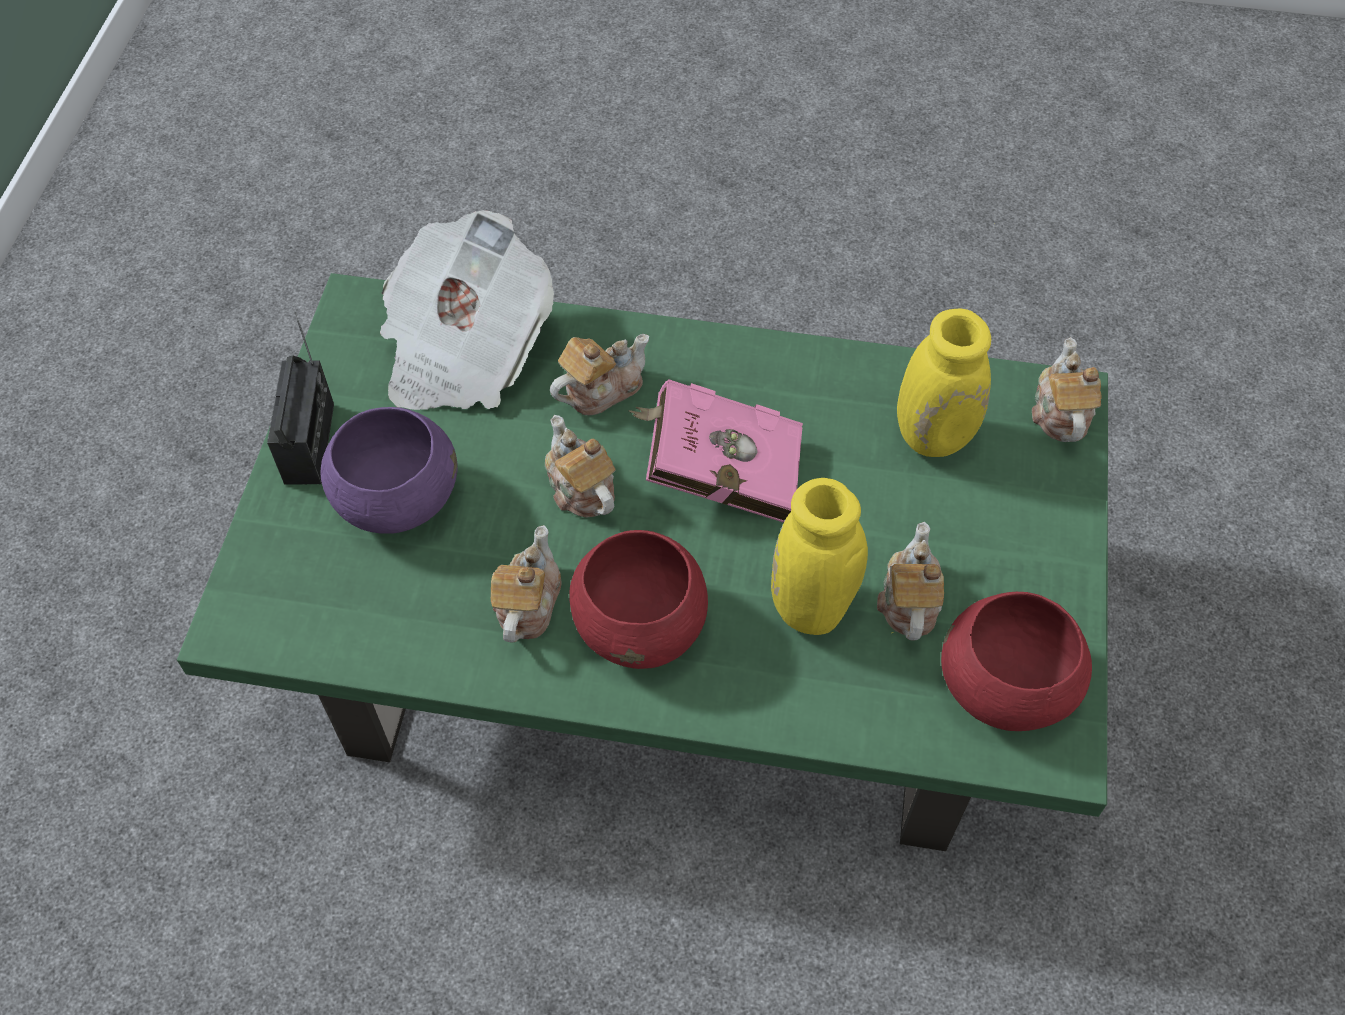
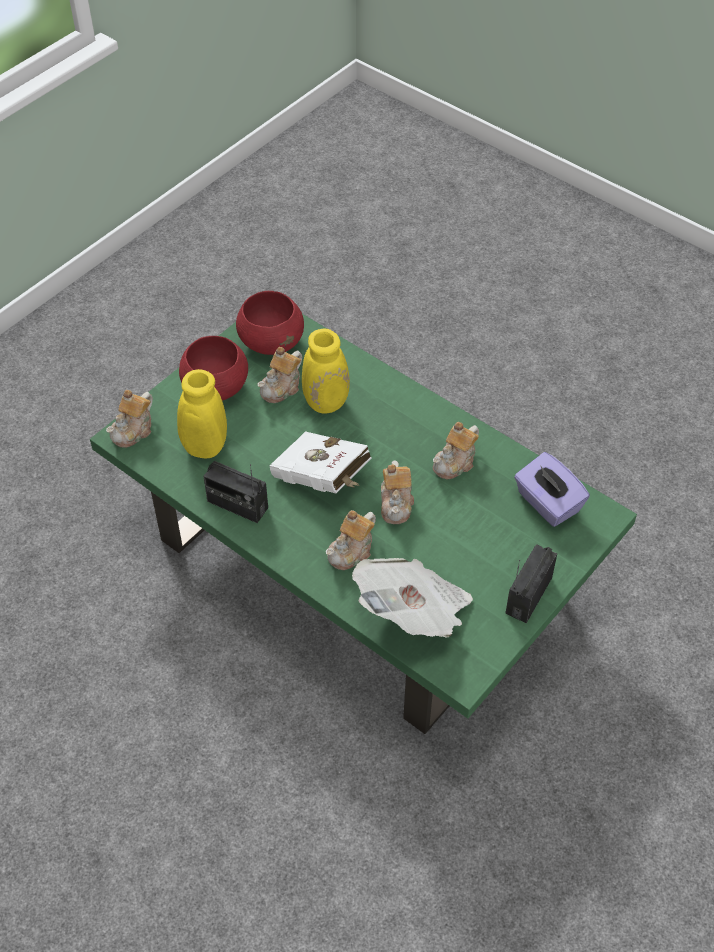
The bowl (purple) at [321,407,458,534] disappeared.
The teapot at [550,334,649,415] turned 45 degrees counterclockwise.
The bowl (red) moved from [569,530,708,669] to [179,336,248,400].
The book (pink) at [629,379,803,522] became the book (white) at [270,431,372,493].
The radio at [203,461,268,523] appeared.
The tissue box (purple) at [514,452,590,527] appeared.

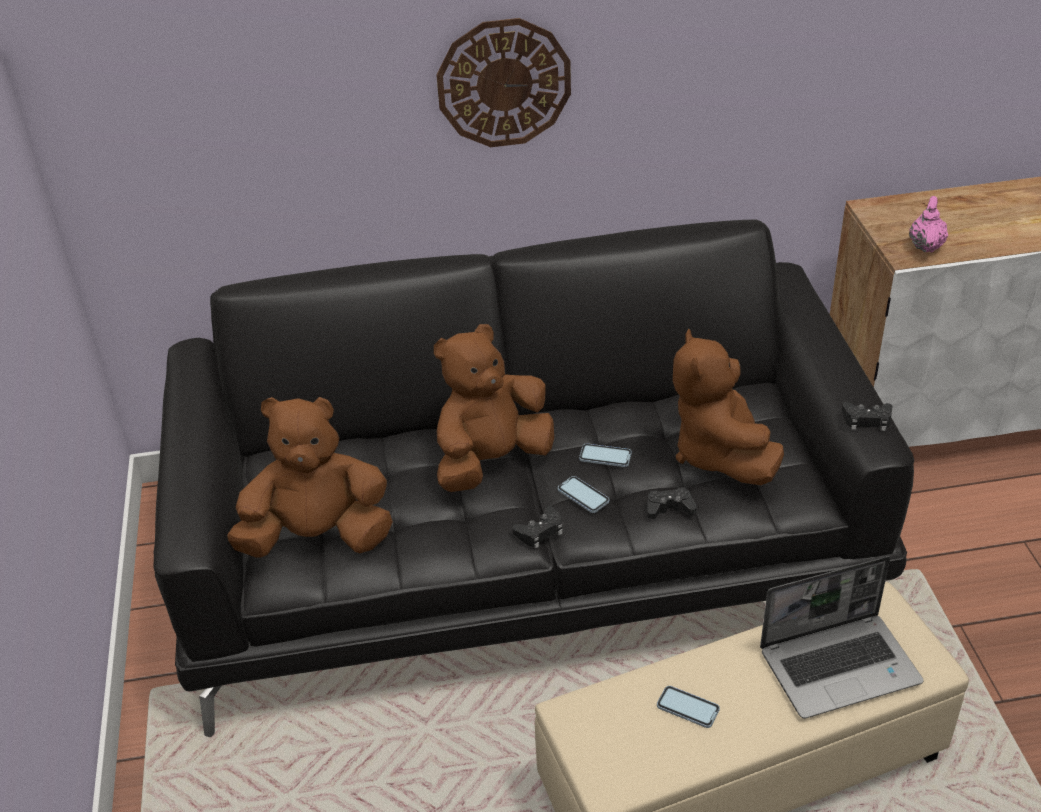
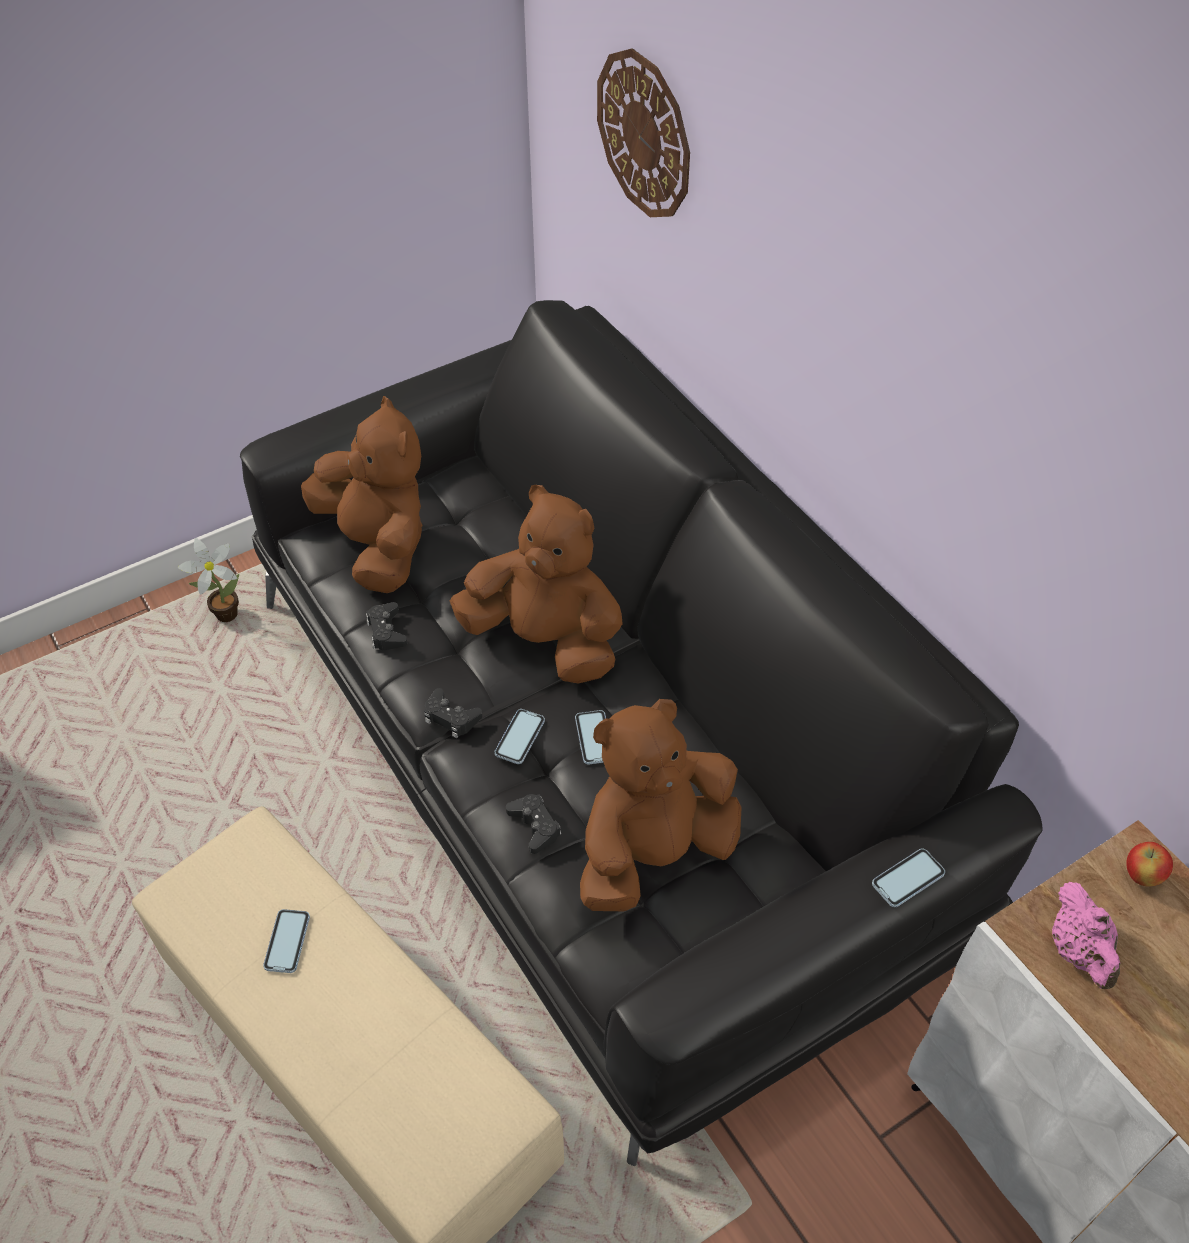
The wall clock moved from [436,18,571,147] to [597,48,690,217].
The laptop at [760,556,923,719] disappeared.
The game controller (black) moved from [842,402,893,431] to [366,602,407,650].
The teapot (pink) at [909,196,948,252] turned 90 degrees clockwise.
The potted plant at [178,538,239,622] appeared.
The phone at [872,848,945,907] appeared.
The apple at [1126,842,1173,887] appeared.

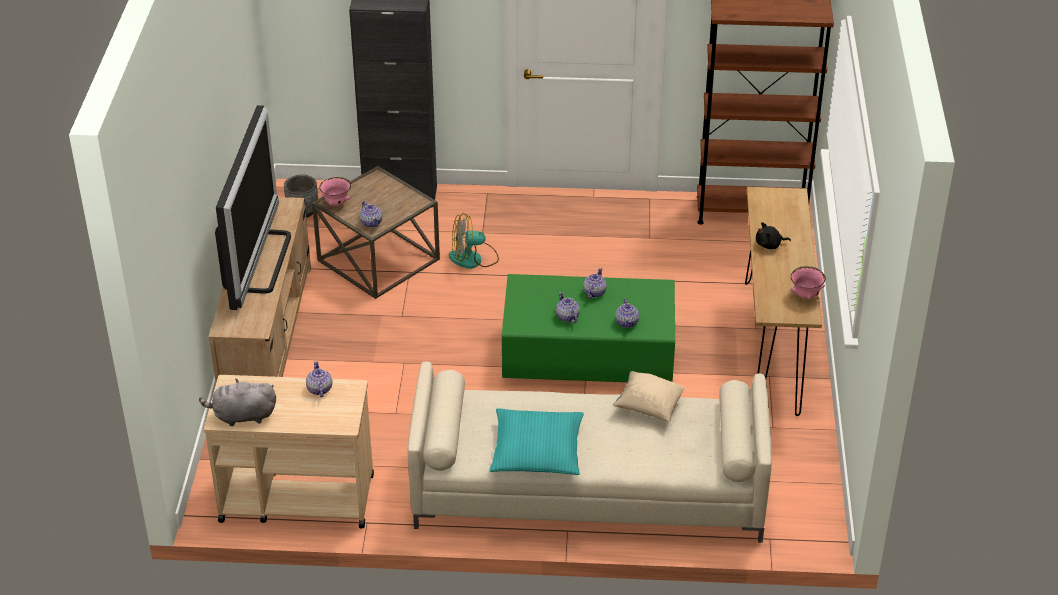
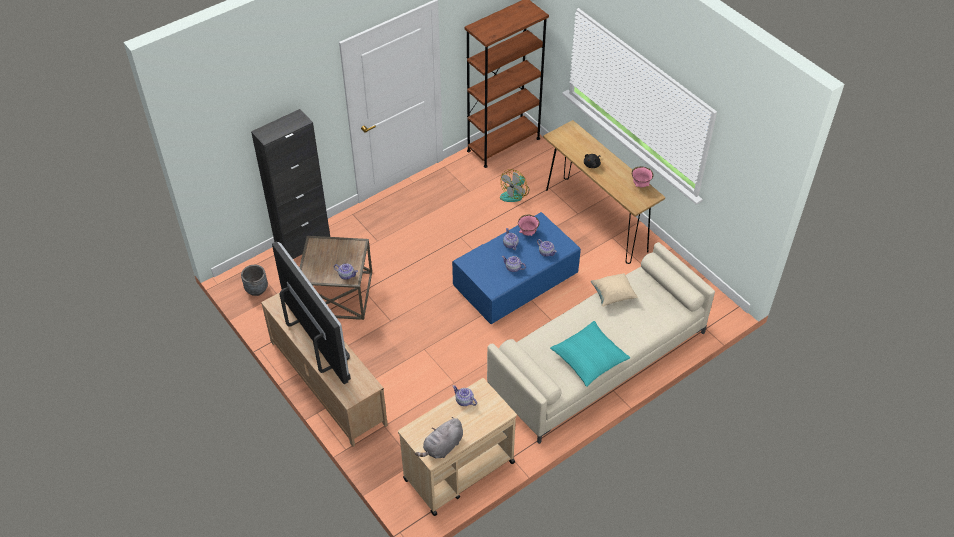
The bowl (pink) moved from [319,177,351,206] to [518,215,540,236].
The fan moved from [449,213,499,269] to [500,169,530,202].
The coffee table (green) at [502,274,675,382] became the coffee table (blue) at [452,212,581,324].

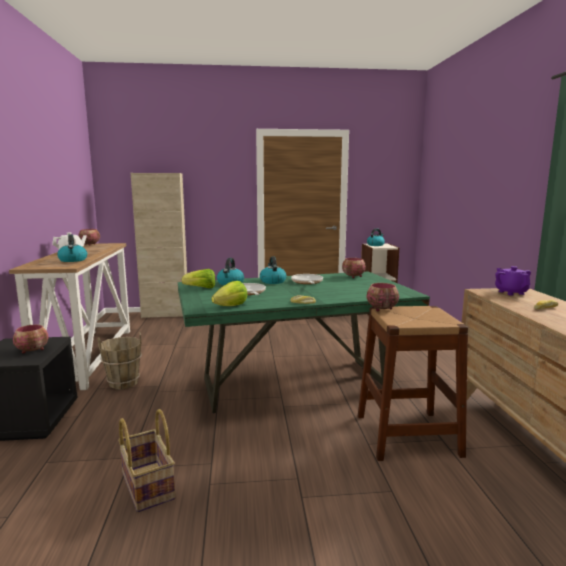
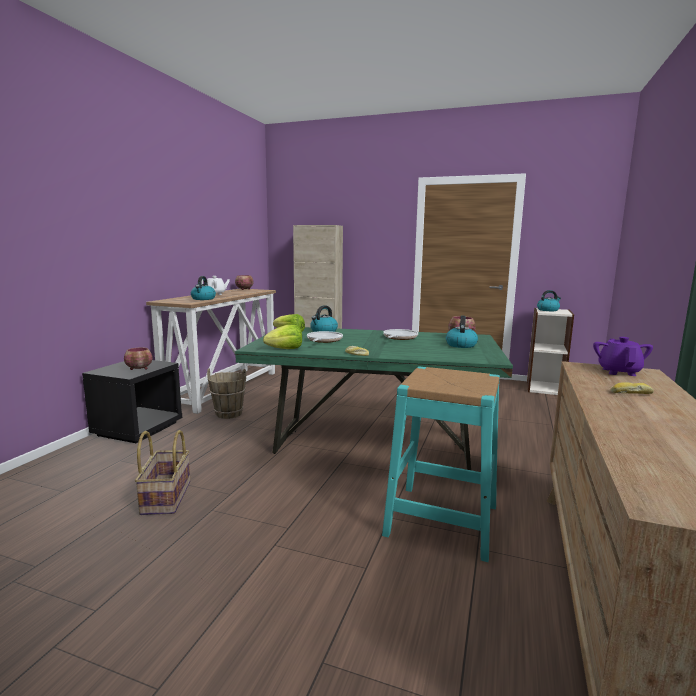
The kettle moved from [260,256,286,284] to [446,316,478,348].
The stool (brown) at [358,306,468,461] became the stool (turquoise) at [382,366,500,562].
The bowl at [367,283,399,312] disappeared.

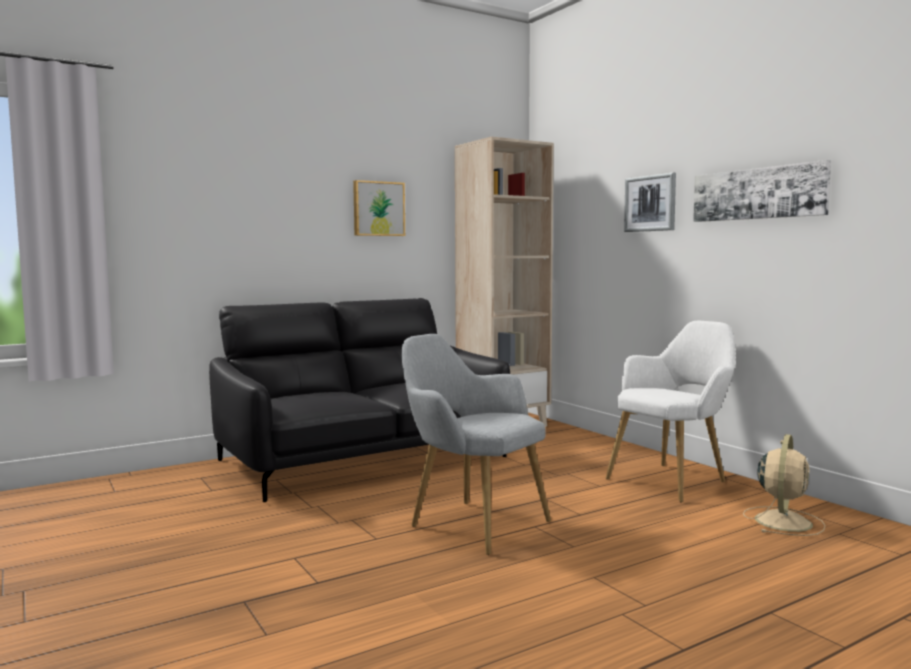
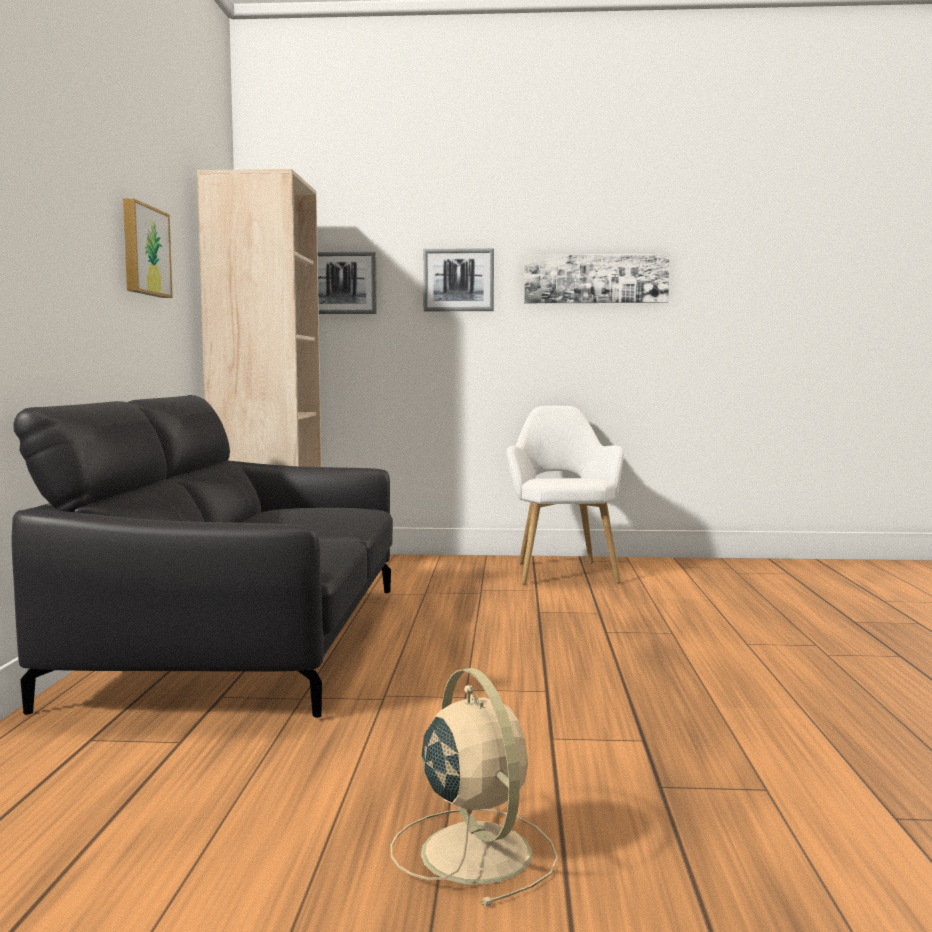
The armchair (grey) at [402,334,551,555] disappeared.
The fan (beige) moved from [743,434,826,536] to [390,668,558,907].
The picture at [318,252,377,314] appeared.

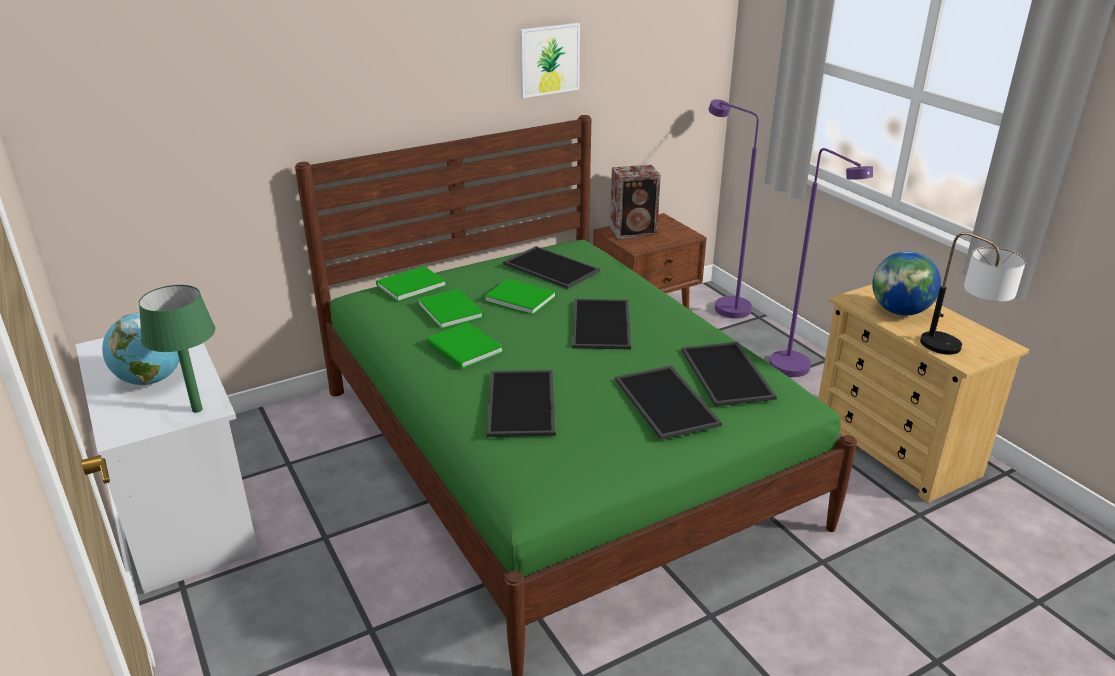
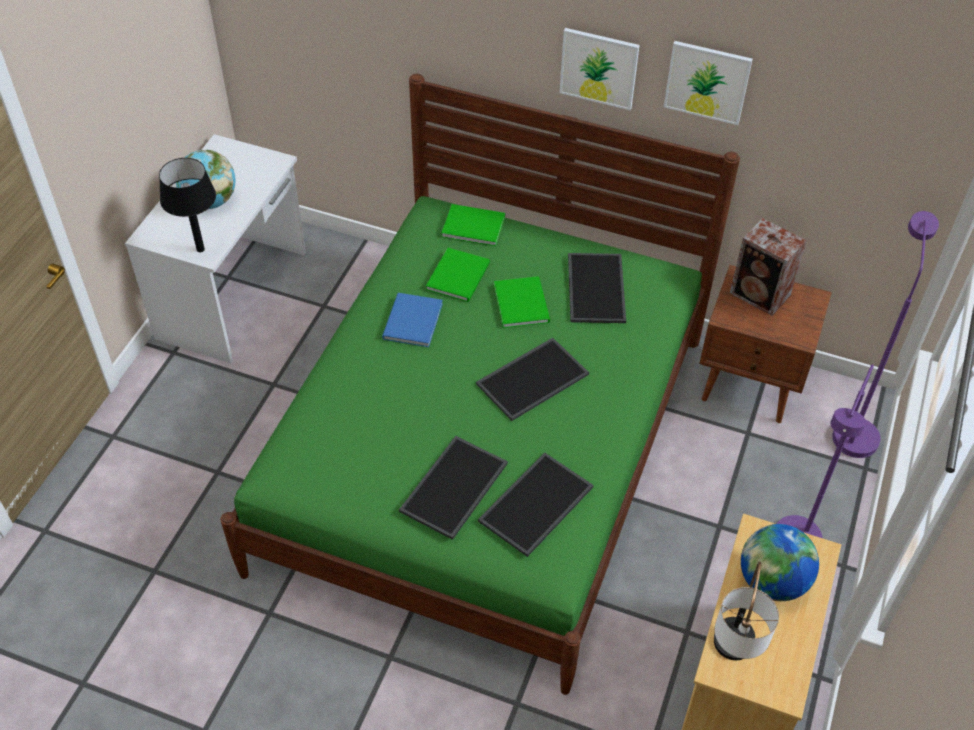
The table lamp (green) at [139,285,215,413] became the table lamp (black) at [159,158,216,252].
The book (green) at [427,322,503,368] became the book (blue) at [382,293,443,347].
The tray at [487,370,555,437] disappeared.
The picture at [559,28,640,110] appeared.

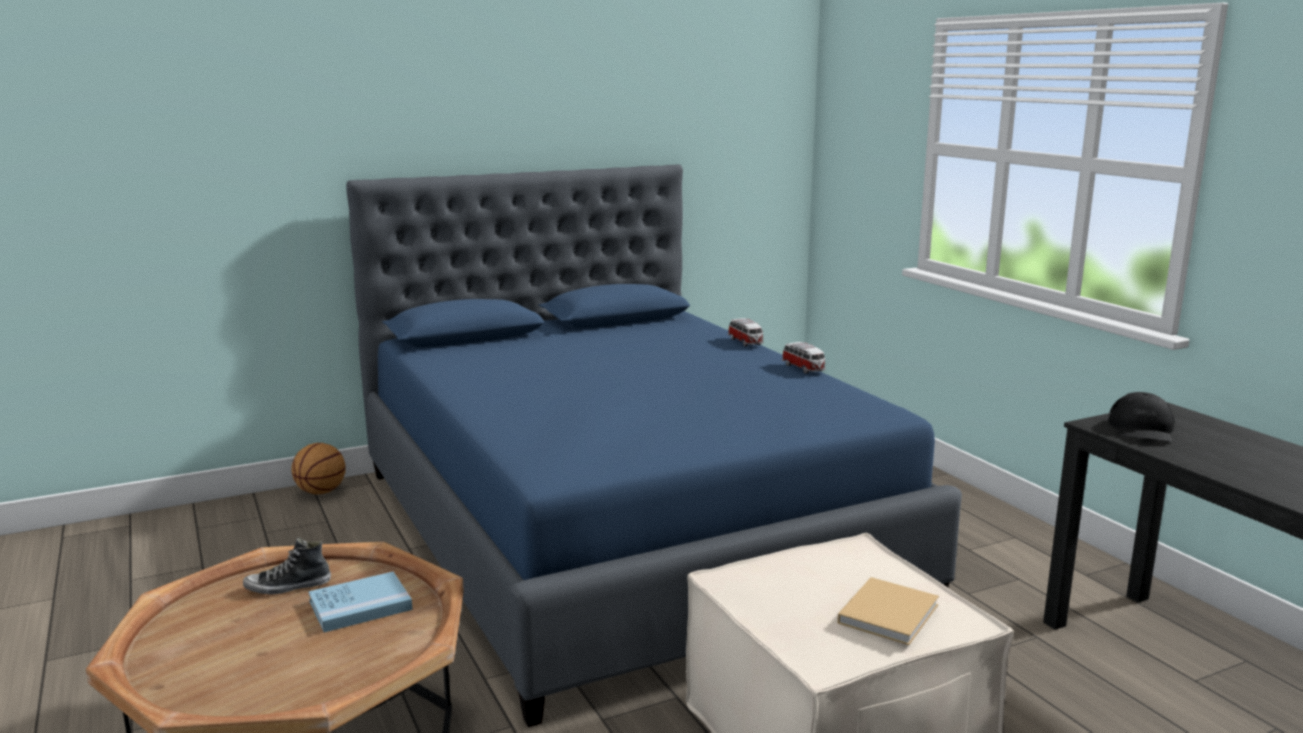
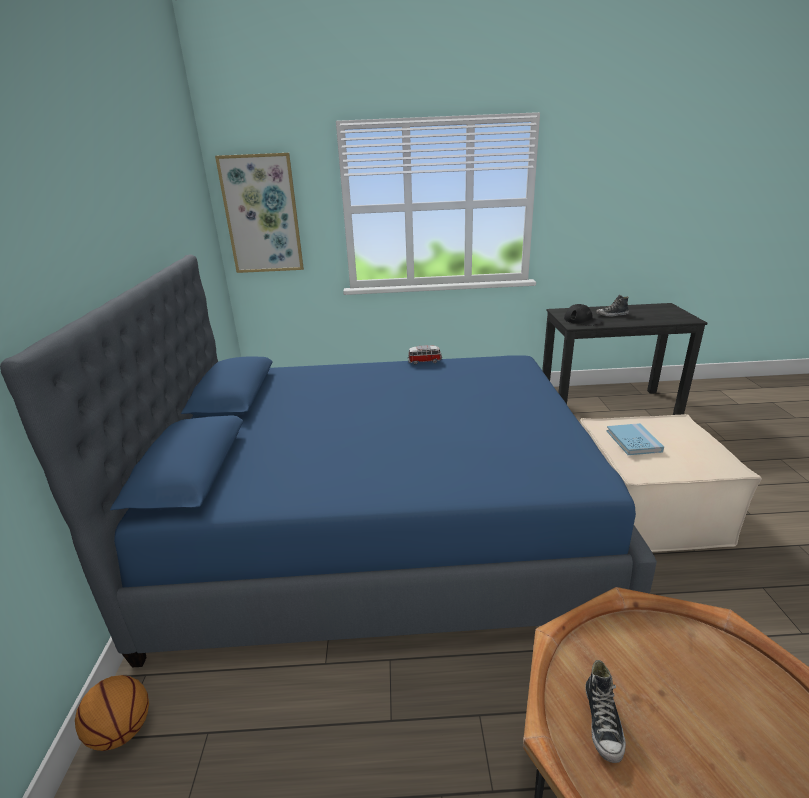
The book (blue) moved from [308,571,413,632] to [607,423,664,455].
The toy car at [728,318,763,346] disappeared.
The book (beige) at [838,577,939,645] disappeared.
The picture at [215,153,304,273] appeared.
The shoe at [596,295,629,317] appeared.

